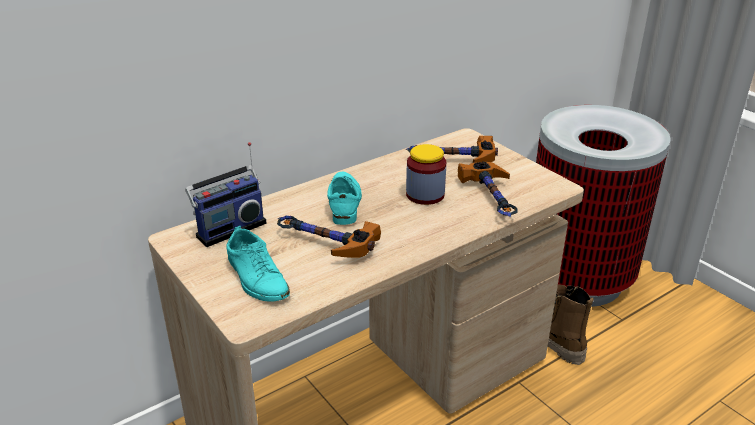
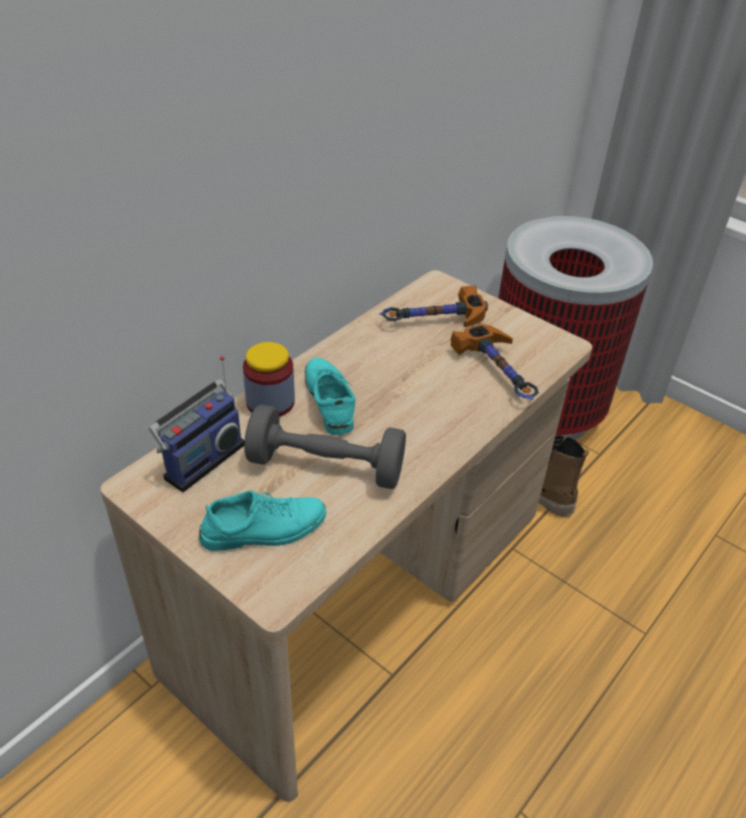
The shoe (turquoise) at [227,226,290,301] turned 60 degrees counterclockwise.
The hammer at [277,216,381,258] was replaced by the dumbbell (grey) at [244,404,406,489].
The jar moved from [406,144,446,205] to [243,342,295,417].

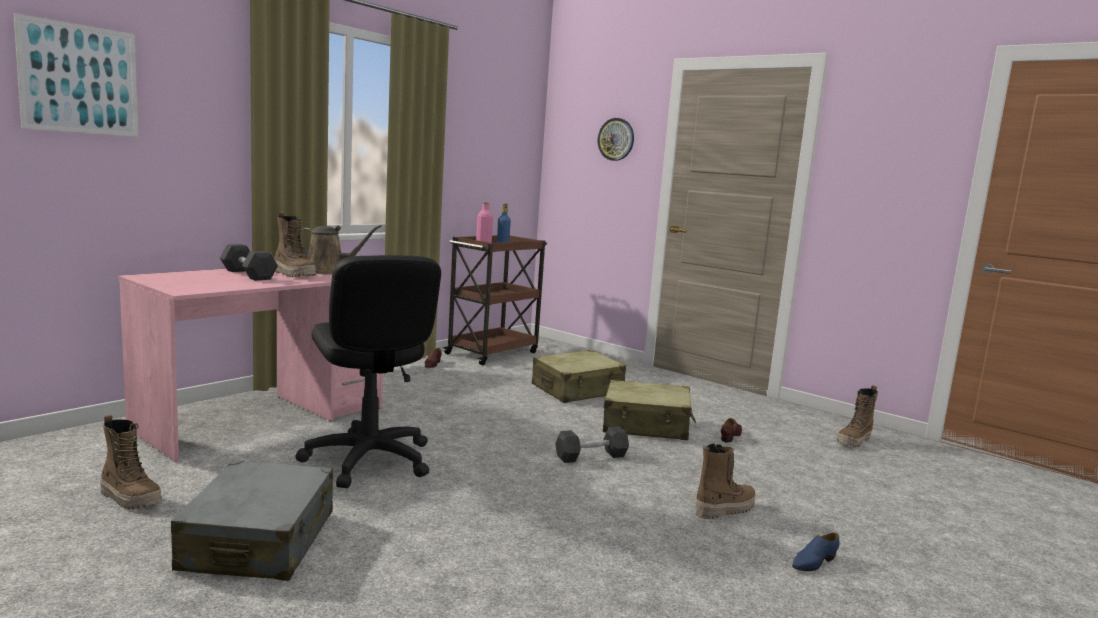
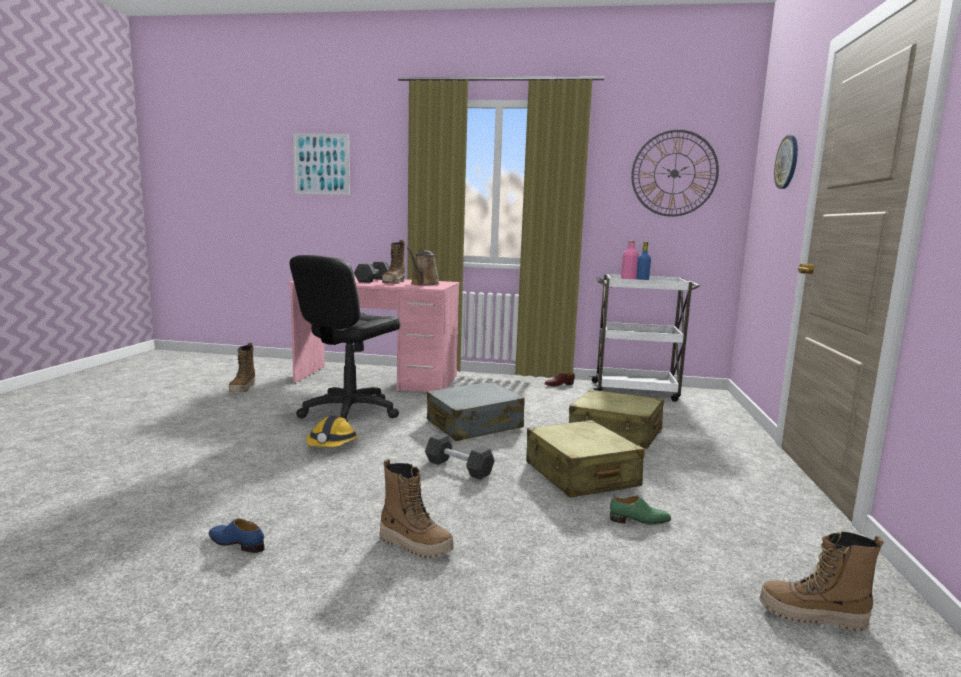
The suitcase (grey) moved from [171,460,333,581] to [427,381,525,441].
The watering can (brown) at [300,225,382,275] turned 45 degrees clockwise.
The cart (brown) at [443,235,547,365] became the cart (white) at [589,274,700,402].
The shoe (brown) at [721,418,742,442] became the shoe (green) at [610,496,671,525].
The shoe (blue) moved from [792,533,839,571] to [209,518,265,553].
The hard hat at [307,416,359,447] appeared.
The wall clock at [631,130,719,217] appeared.

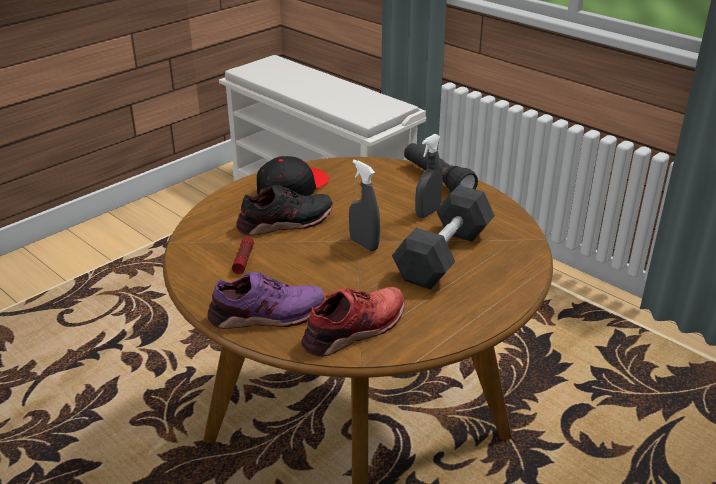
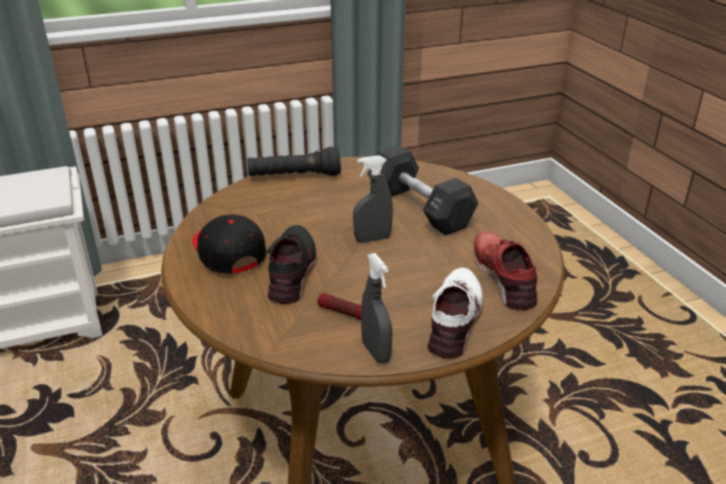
The shoe (purple) at [208,272,325,329] became the shoe (white) at [427,267,483,359].
The spray bottle (grey) moved from [415,134,443,218] to [361,253,392,364].

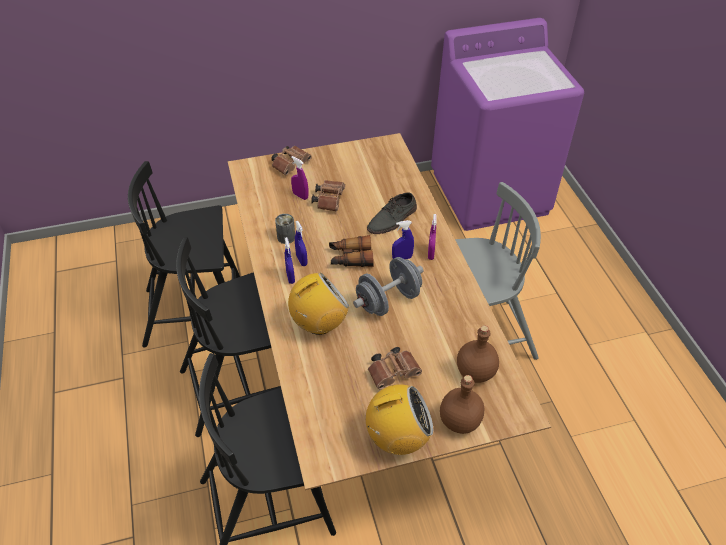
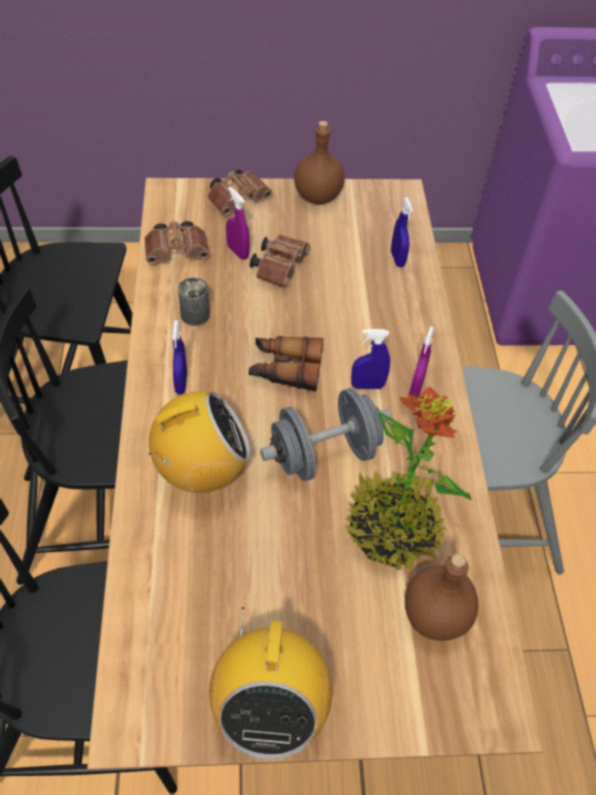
The spray bottle (blue) moved from [295,221,308,266] to [391,197,413,267].
The radio at [366,384,433,455] turned 90 degrees clockwise.
The shoe (grey) at [367,192,417,234] disappeared.
The binoculars (brown) moved from [368,347,422,389] to [145,221,210,264].
The bottle (brown) moved from [440,375,484,434] to [294,121,345,204].
The potted plant at [345,386,471,570] appeared.

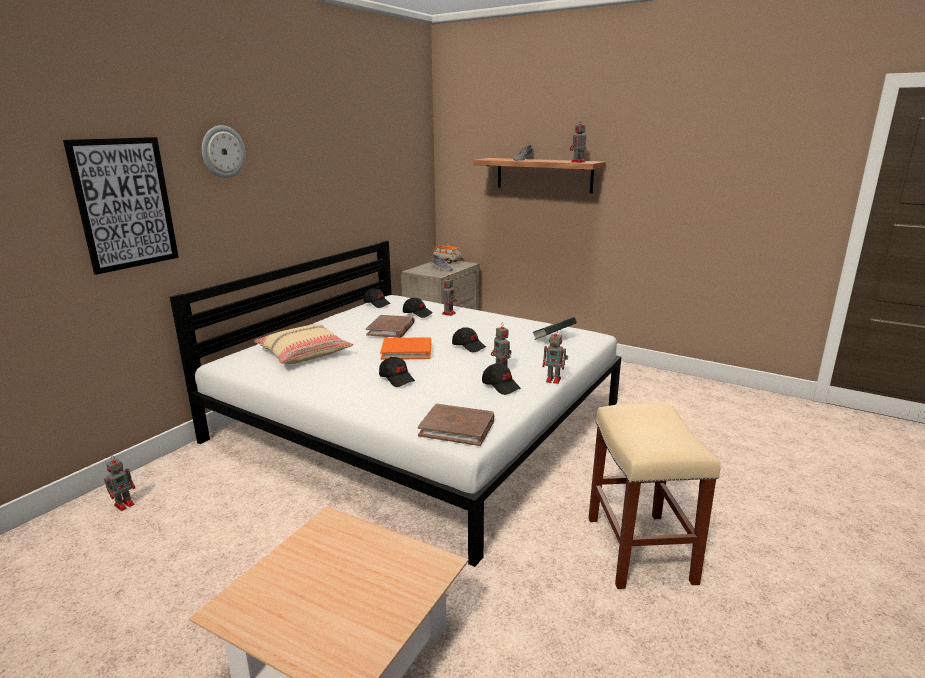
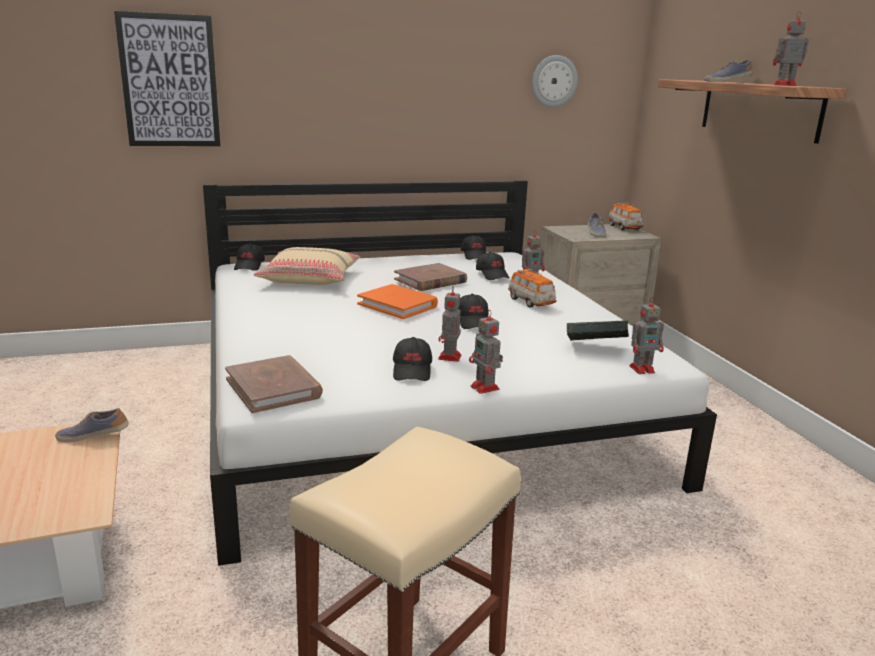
The toy robot moved from [104,456,135,511] to [629,297,664,374].
The wall clock moved from [202,125,246,178] to [532,55,578,107].
The cap (black) moved from [379,357,415,387] to [234,243,265,271].
The shoe at [55,408,129,442] appeared.
The toy car at [508,269,556,307] appeared.

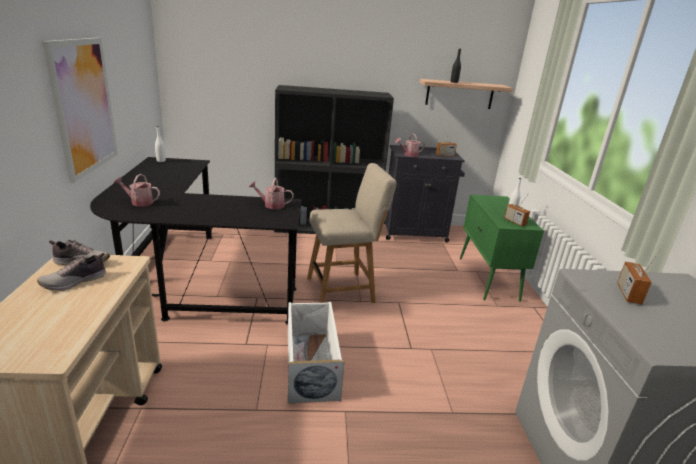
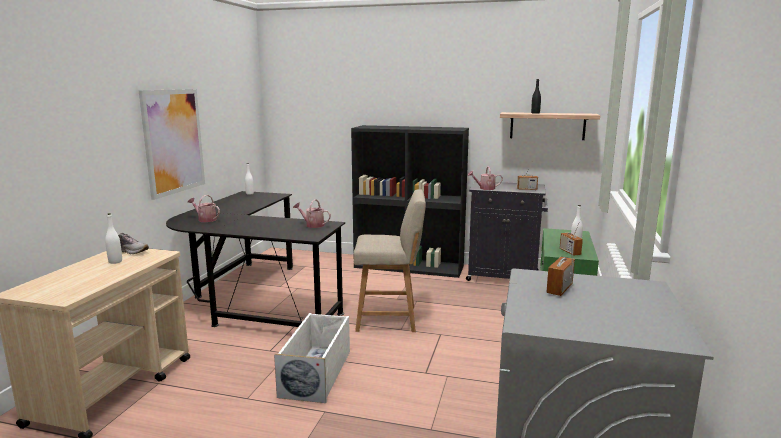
The shoe at [37,253,106,291] was replaced by the bottle (white) at [105,213,122,264].

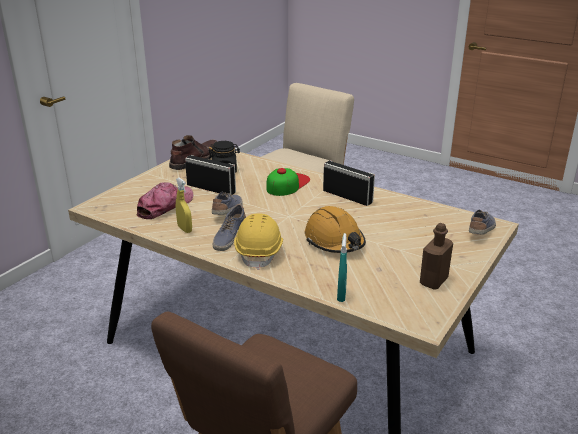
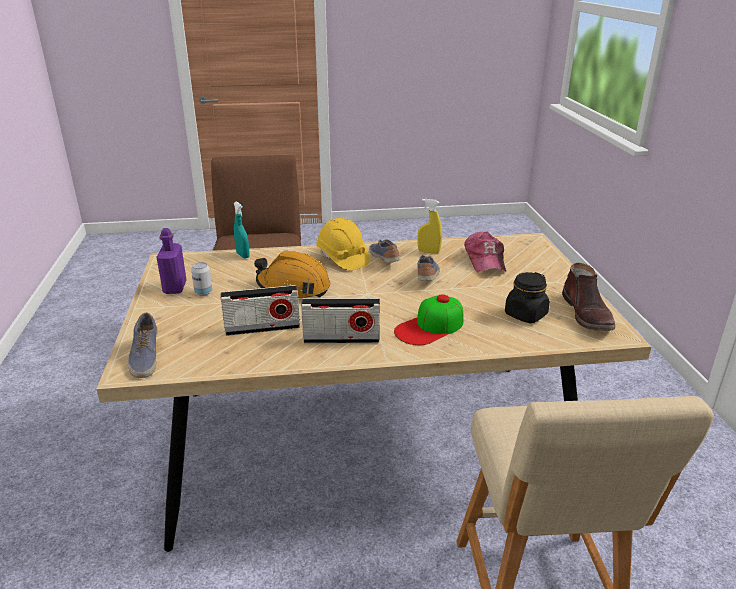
The radio moved from [185,155,236,195] to [221,285,300,336].
The shoe at [212,191,243,215] turned 150 degrees counterclockwise.
The cap at [266,168,310,196] turned 60 degrees clockwise.
The bottle (brown) at [420,223,453,290] became the bottle (purple) at [156,228,187,294].
The can at [191,262,212,296] appeared.

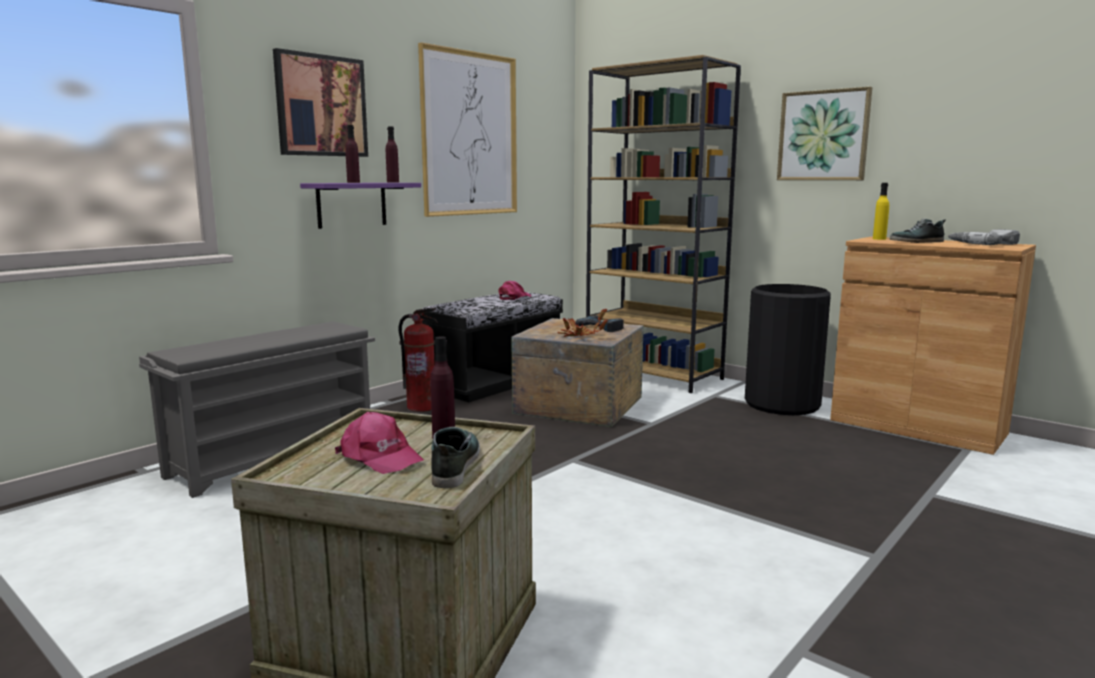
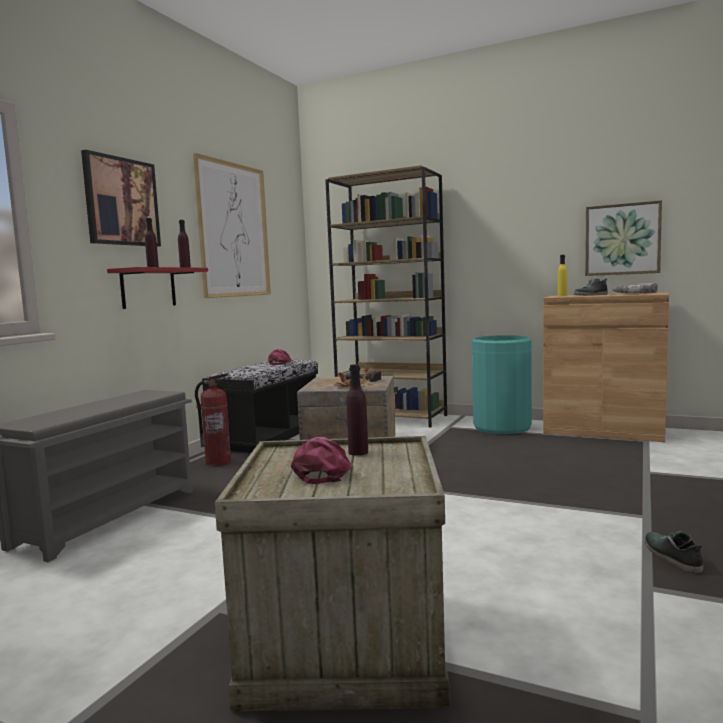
The shelf (purple) at [300,183,421,229] became the shelf (red) at [107,267,208,309].
The cap (pink) at [335,412,424,474] turned 105 degrees counterclockwise.
The shoe moved from [431,427,480,488] to [645,531,703,573].
The trash can (black) at [745,284,831,415] became the trash can (turquoise) at [472,335,532,434].
The picture moved from [777,87,872,180] to [585,200,662,276].

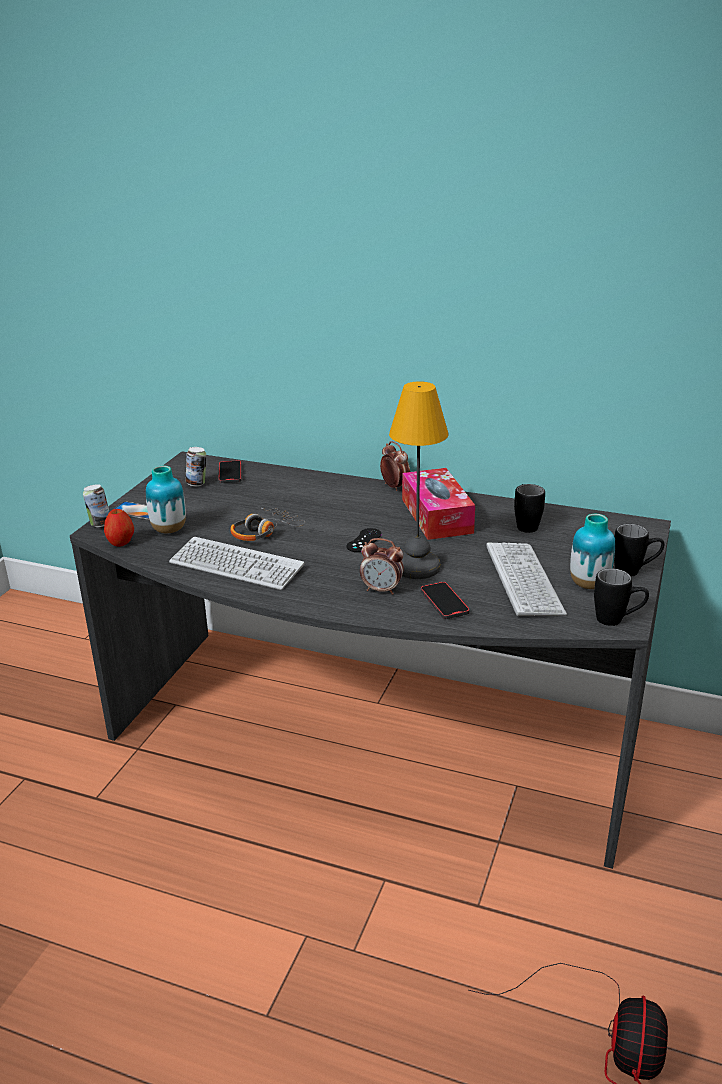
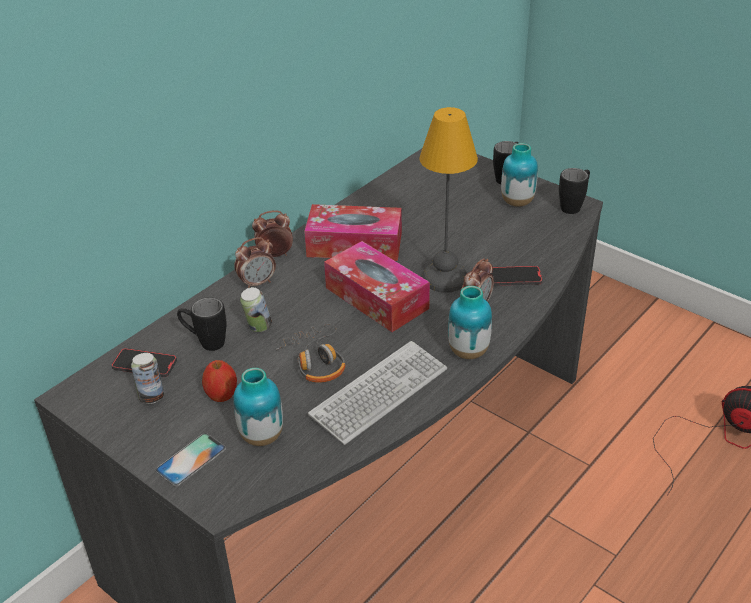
The can moved from [83,484,110,527] to [240,287,272,332].
The apple moved from [104,509,134,547] to [202,360,237,402].
The game controller (black) at [347,528,382,552] was replaced by the tissue box at [324,241,430,332].
The keyboard at [487,543,567,616] disappeared.
The mug (black) moved from [514,484,545,533] to [177,297,226,351].
The alarm clock at [234,237,276,288] appeared.
The vase at [448,286,492,359] appeared.

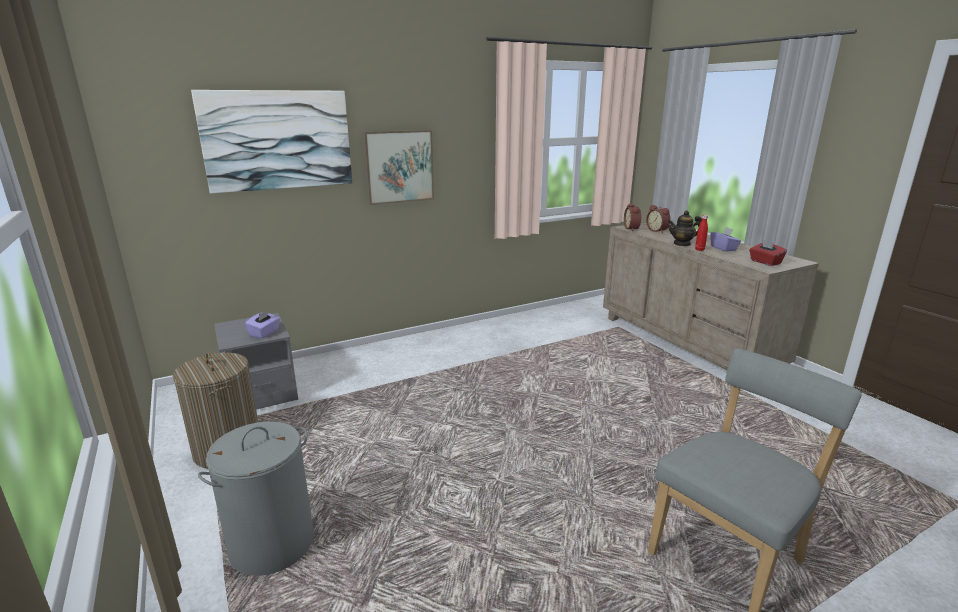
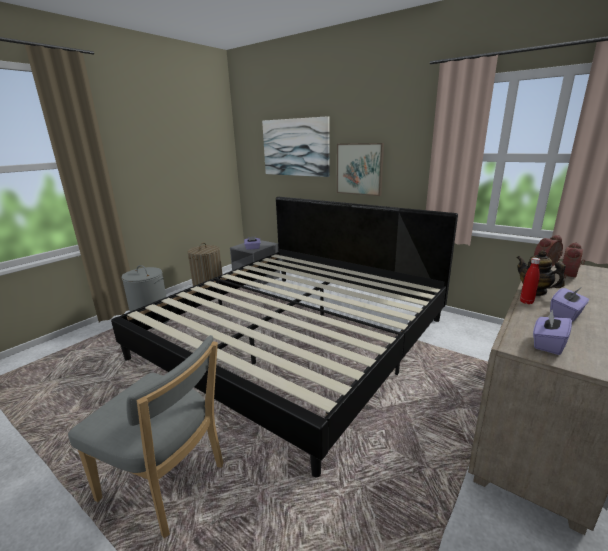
The tissue box (red) at [749,239,787,266] became the tissue box (purple) at [533,309,572,355].
The bed at [111,197,458,477] appeared.

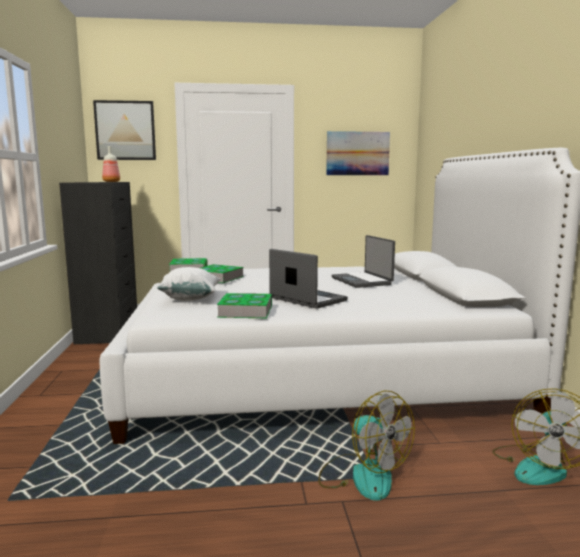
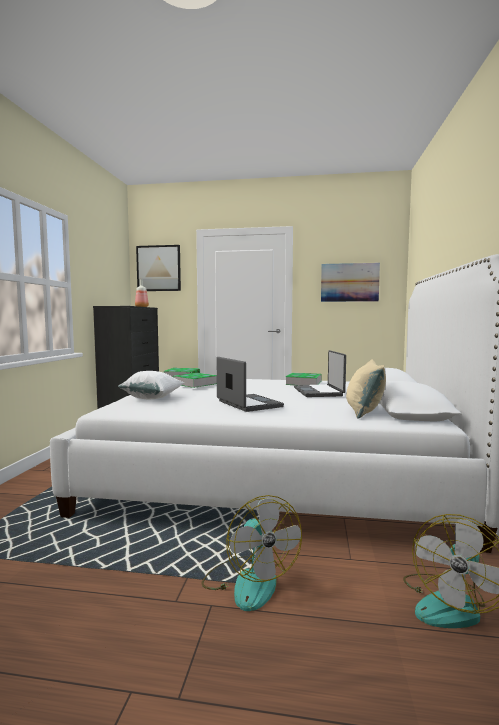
The book moved from [217,293,272,318] to [285,373,322,385].
The pillow (beige) at [346,359,386,419] appeared.

